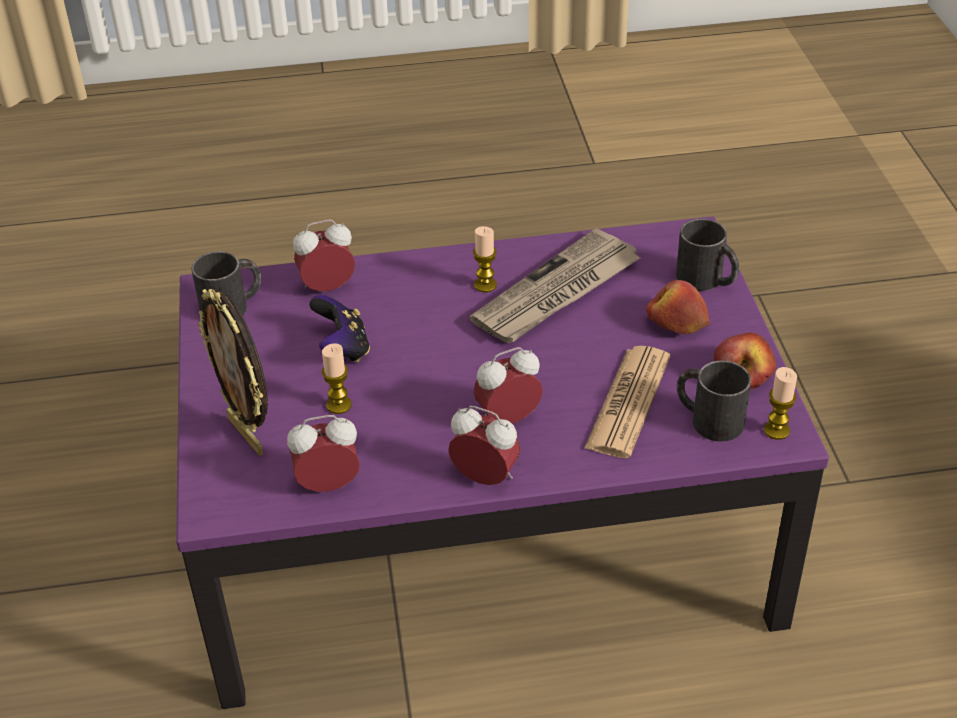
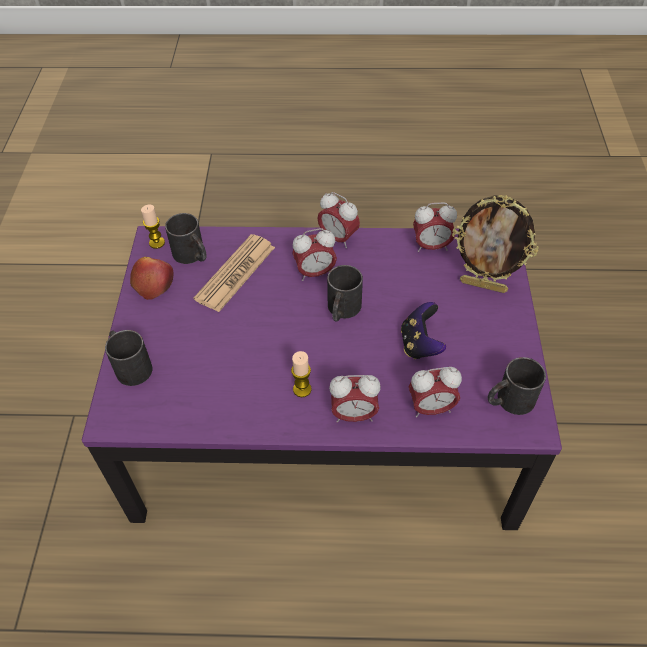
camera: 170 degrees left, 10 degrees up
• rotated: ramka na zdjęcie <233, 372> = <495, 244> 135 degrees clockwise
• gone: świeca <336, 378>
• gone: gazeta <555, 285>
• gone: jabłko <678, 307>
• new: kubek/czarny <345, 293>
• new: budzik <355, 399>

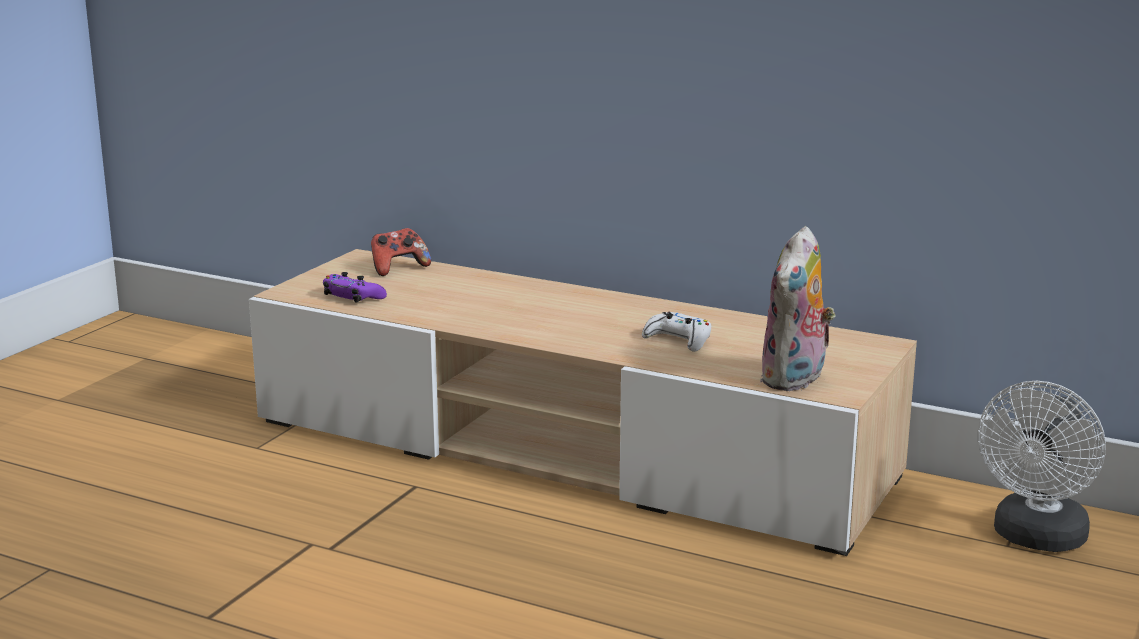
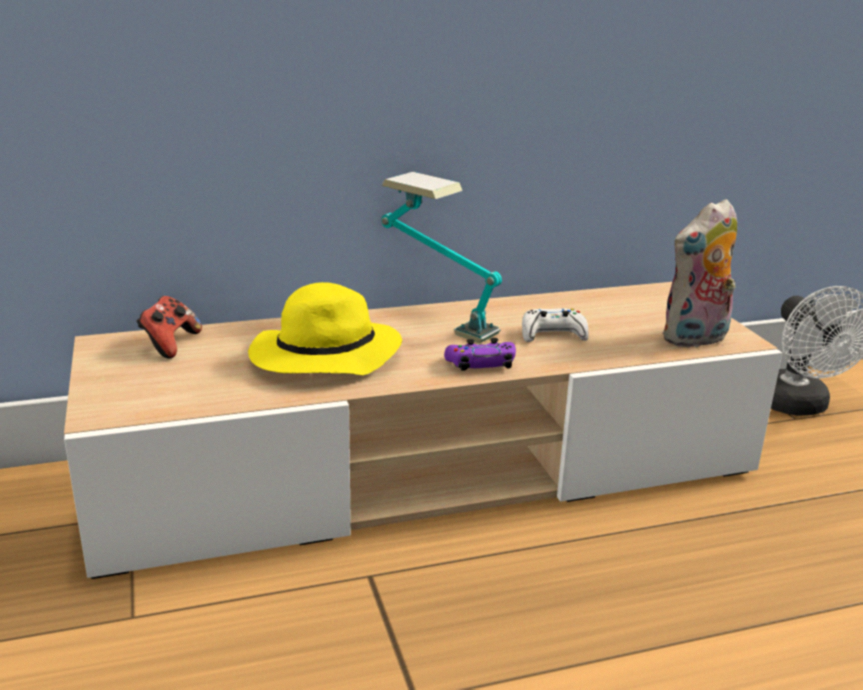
camera: 45 degrees left, 5 degrees up
• shifted: pad do gier/fioletowy <355, 287> to <480, 354>
• rotated: pluszak <797, 308> = <699, 274> 75 degrees clockwise
• new: kapelusz/żółty <325, 328>
• new: lampa stołowa <441, 257>

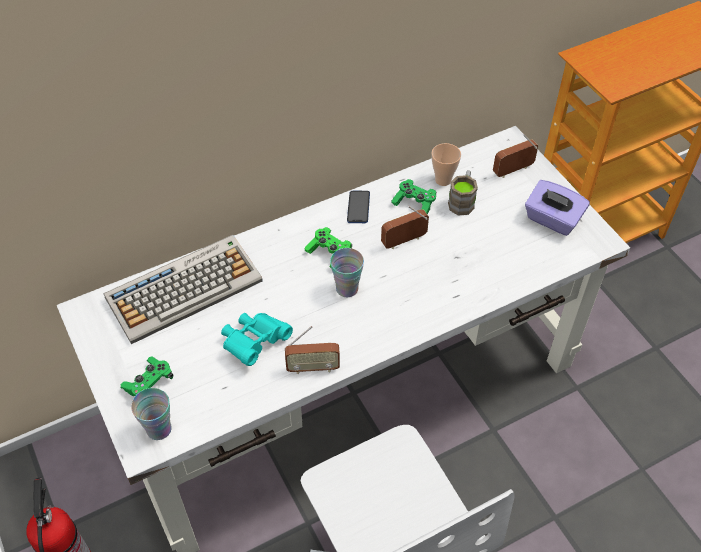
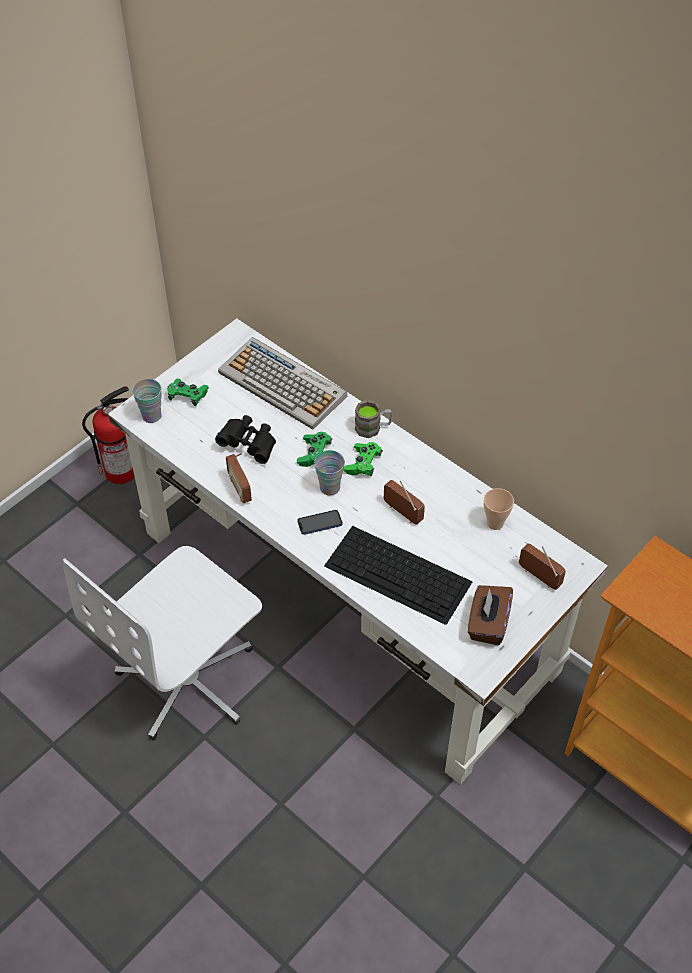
camera: 70 degrees right, 0 degrees up
• repainted: lornetka/turkusowy <257, 339> to lornetka/czarny <245, 439>
• shifted: telefon <358, 207> to <320, 522>
• shifted: pad do gier/zielony <413, 196> to <314, 449>
• shifted: kubek/brązowy <463, 193> to <374, 419>
• repainted: pudełko chusteczek/fioletowy <557, 208> to pudełko chusteczek/brązowy <490, 615>
• new: klawiatura <398, 575>

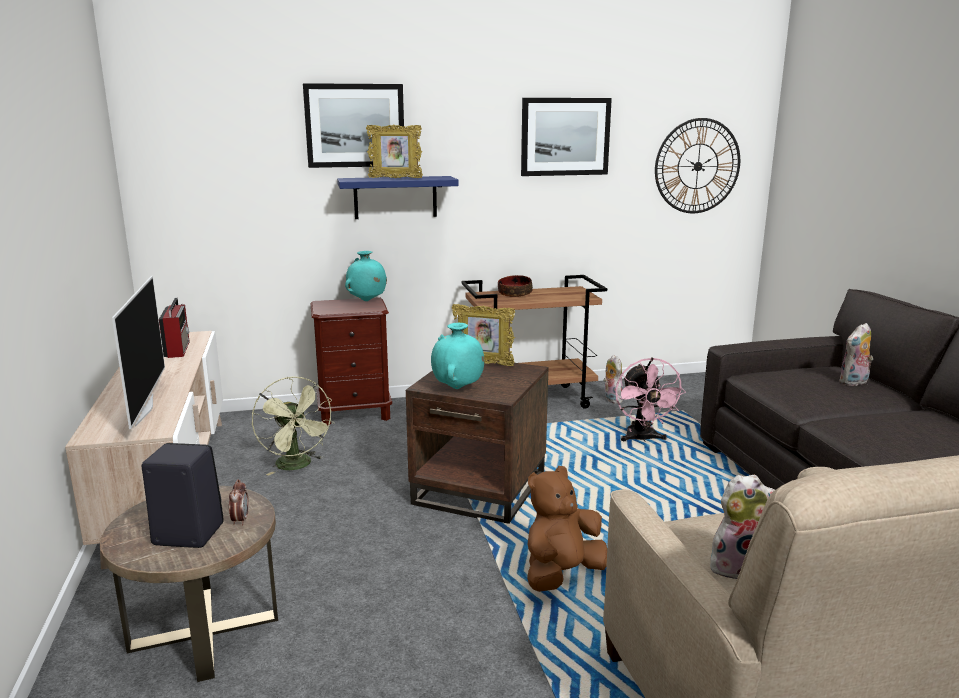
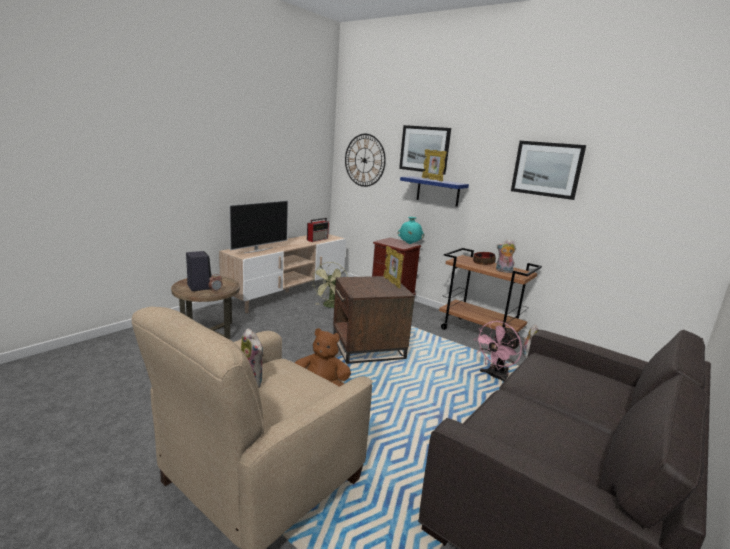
camera: 50 degrees right, 0 degrees up
• gone: wazon/turkusowy <457, 356>
• shifted: zegar ścienny <697, 165> to <365, 160>
• shifted: pluszak <856, 354> to <506, 256>

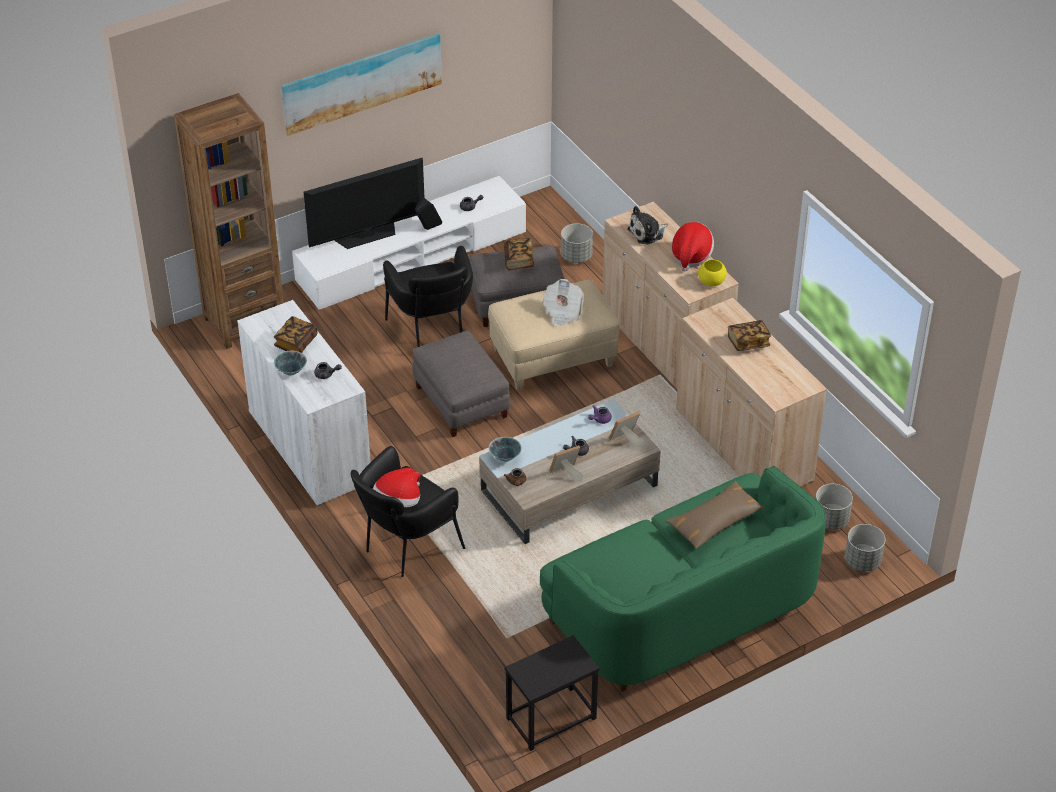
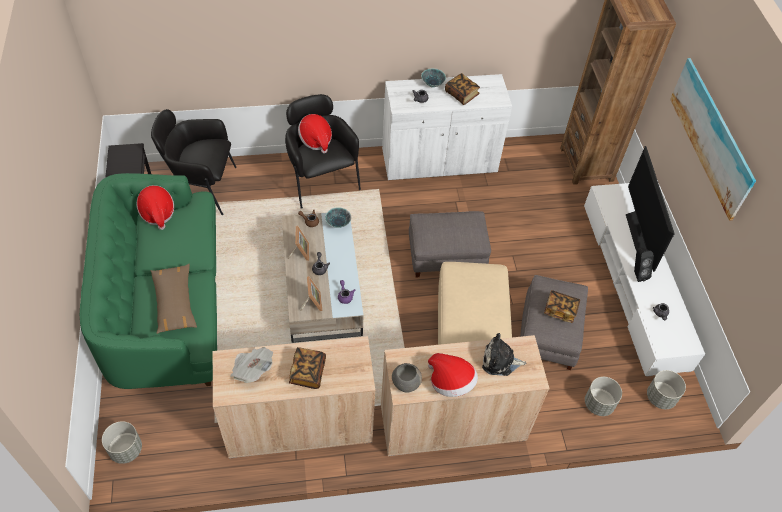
camera: 110 degrees right, 10 degrees up
• shifted: fotel/czarny <428, 296> to <194, 162>
• shifted: gazeta <563, 302> to <251, 365>
• rotated: pluszak <647, 225> = <504, 354> 75 degrees counterclockwise
• repainted: miska/żółty <712, 273> to miska/szary <407, 378>
• shifted: donica/szary <834, 507> to <666, 389>
• new: kapelusz <155, 207>

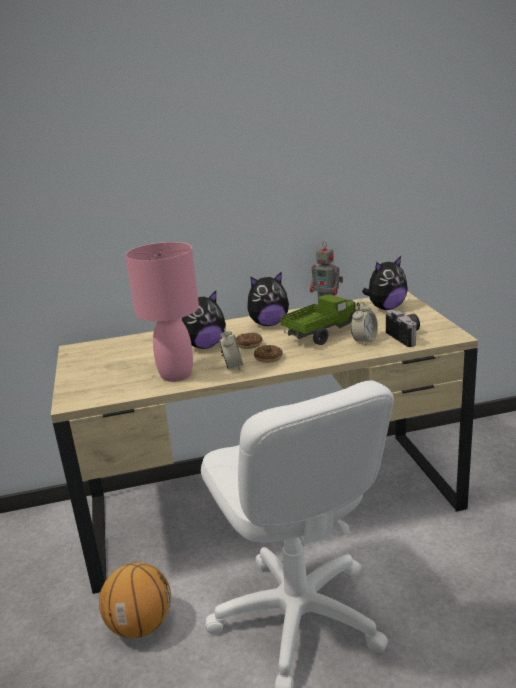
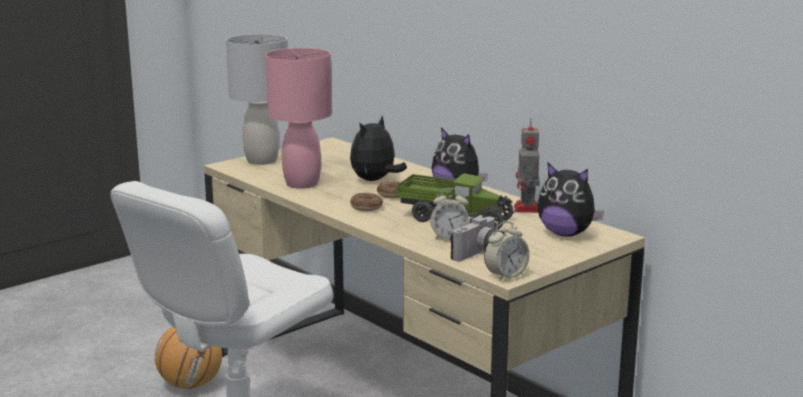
camera: 60 degrees right, 5 degrees down
• rotated: pluszak <204, 320> = <378, 148> 90 degrees clockwise
• shifted: budzik <231, 349> to <506, 251>
• new: lampa stołowa/szary <256, 99>

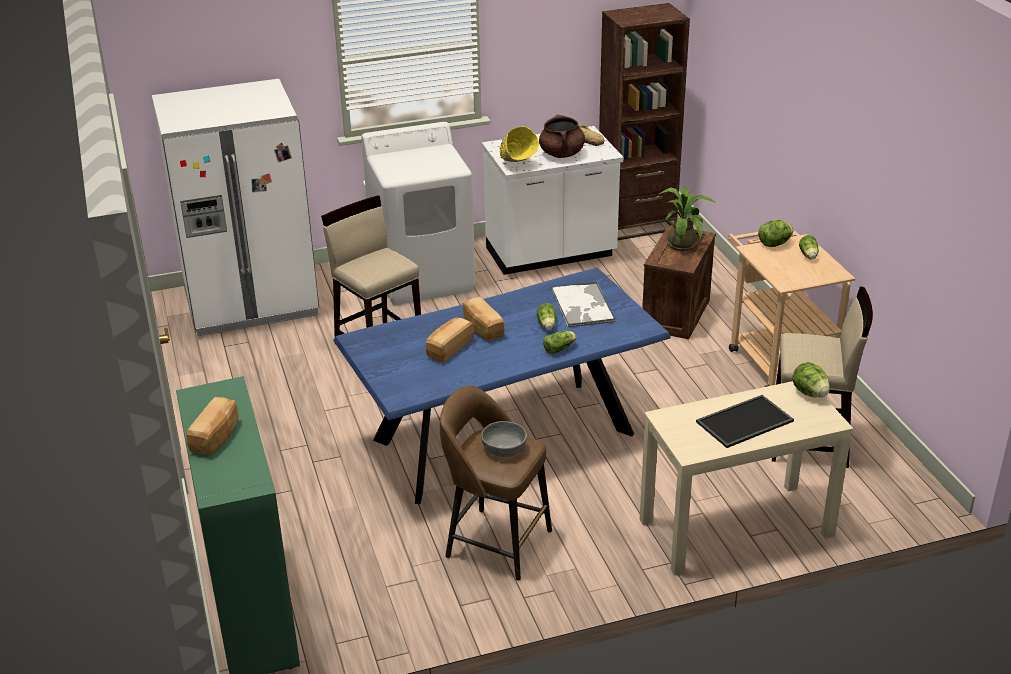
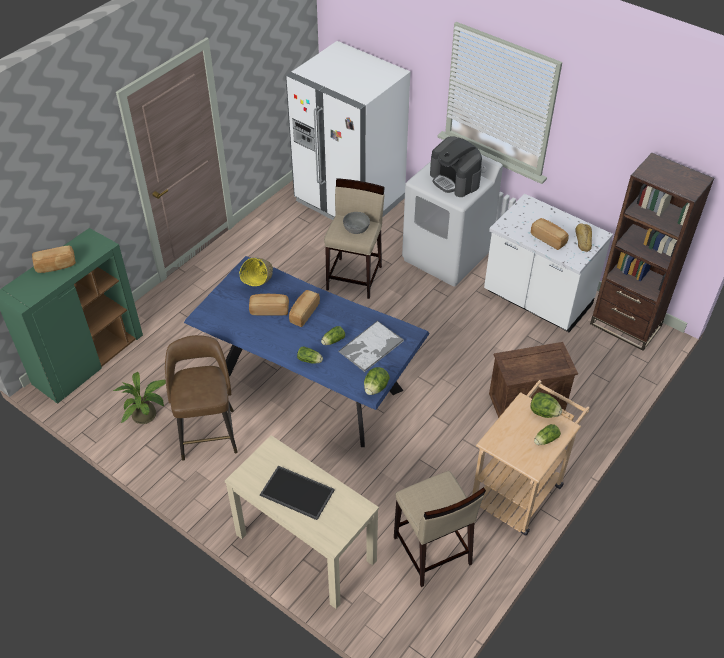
camera: 55 degrees right, 15 degrees up
• shifted: miska/szary <504, 439> to <356, 223>
• shifted: miska/żółty <519, 144> to <256, 272>
• swapped: garnek/brązowy <562, 136> to chleb <550, 234>
• shifted: roślina doniczkowa <687, 219> to <139, 398>
• shifted: sałata <811, 380> to <377, 381>
• new: ekspres do kawy <456, 166>

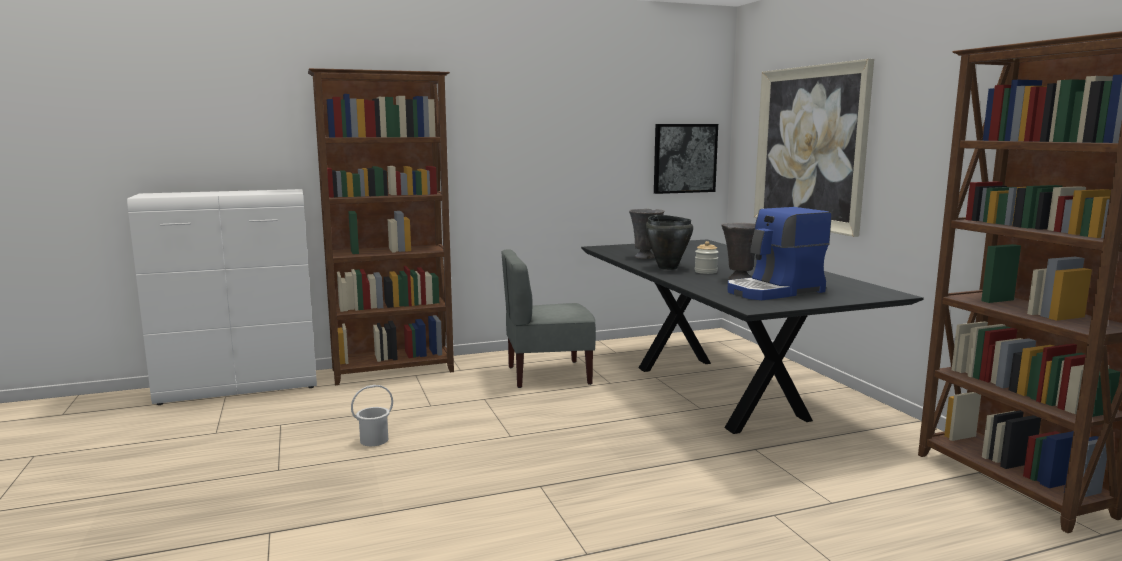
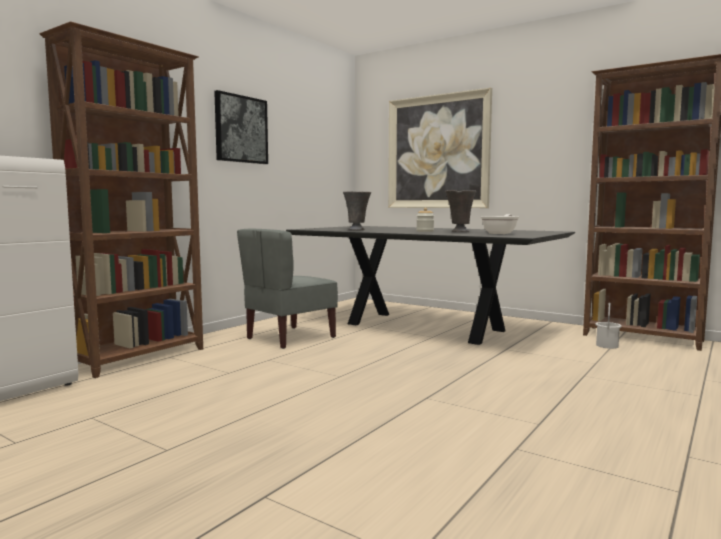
camera: 35 degrees left, 5 degrees down
• shifted: wiadro/biały <372, 415> to <608, 326>
• gone: garnek/czarny <669, 242>
• shifted: obraz <686, 159> to <241, 127>
• swapped: ekspres do kawy <779, 253> to patelnia <500, 224>

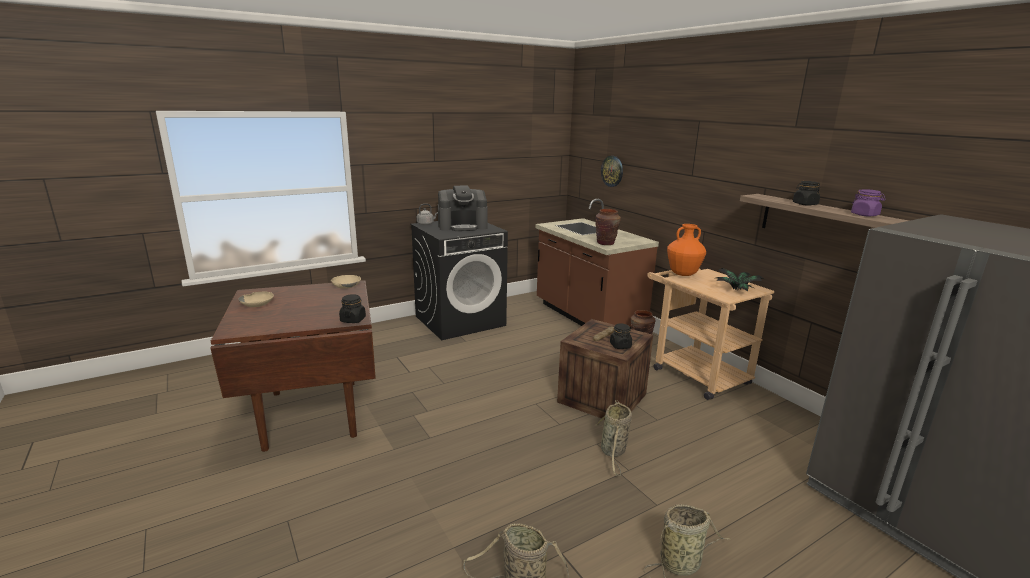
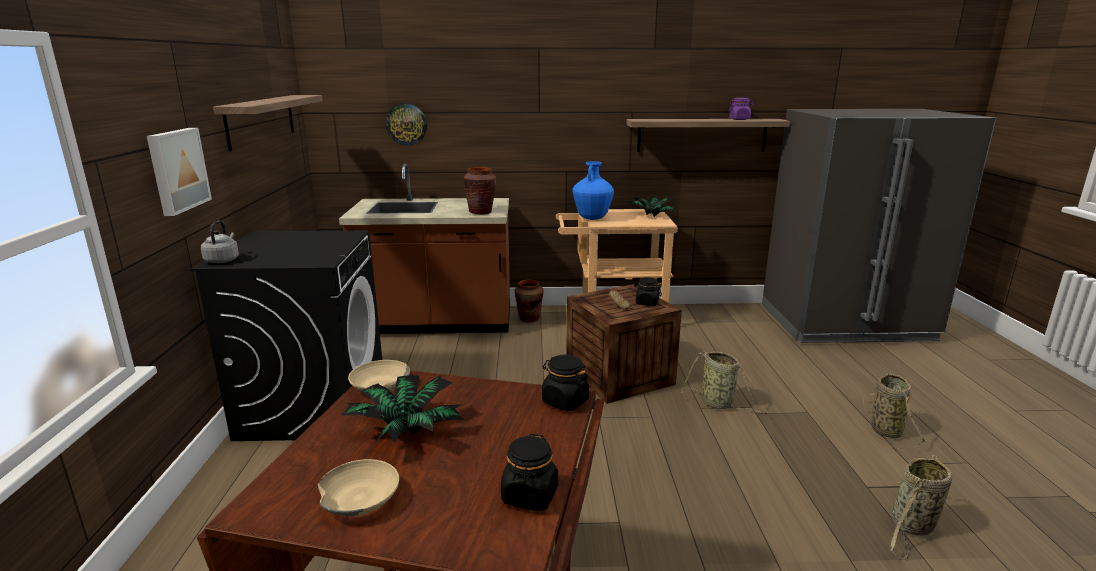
camera: 60 degrees left, 0 degrees up
• gone: ekspres do kawy <463, 208>
• repainted: wazon/pomarańczowy <686, 250> to wazon/niebieski <593, 190>
• shifted: słoik/czarny <806, 193> to <529, 472>
• new: obraz <179, 172>
• new: półka <268, 123>
• new: roślina doniczkowa <402, 409>

